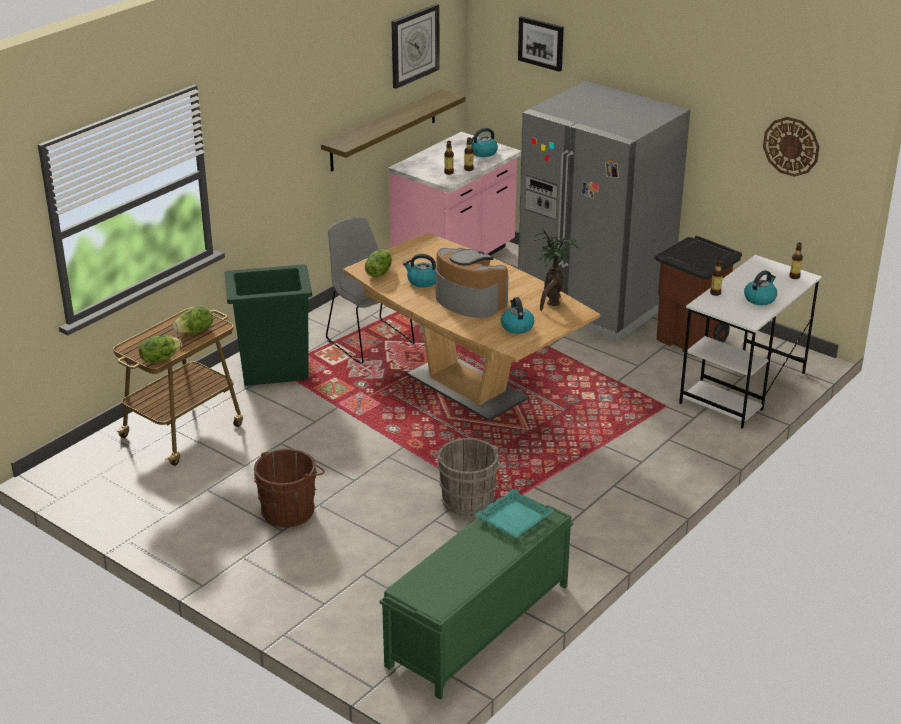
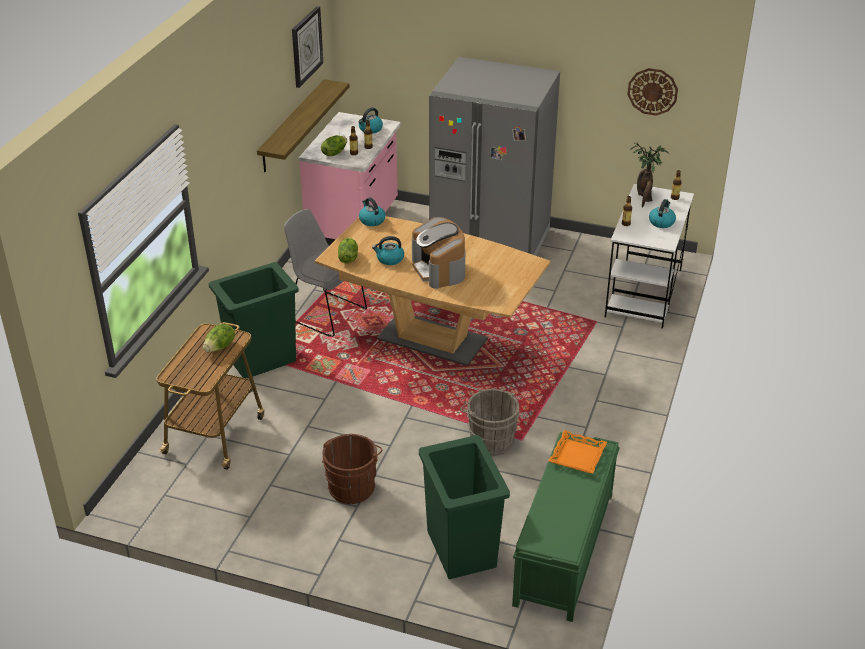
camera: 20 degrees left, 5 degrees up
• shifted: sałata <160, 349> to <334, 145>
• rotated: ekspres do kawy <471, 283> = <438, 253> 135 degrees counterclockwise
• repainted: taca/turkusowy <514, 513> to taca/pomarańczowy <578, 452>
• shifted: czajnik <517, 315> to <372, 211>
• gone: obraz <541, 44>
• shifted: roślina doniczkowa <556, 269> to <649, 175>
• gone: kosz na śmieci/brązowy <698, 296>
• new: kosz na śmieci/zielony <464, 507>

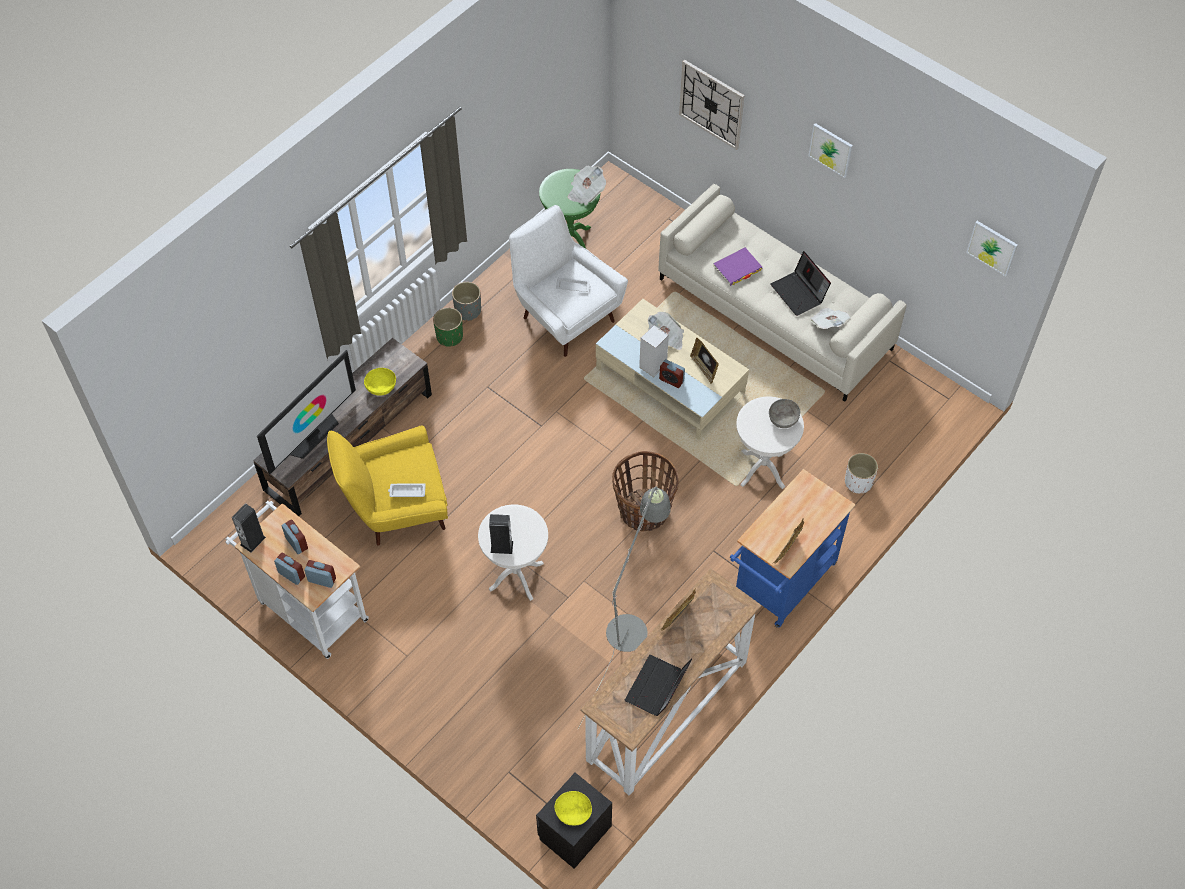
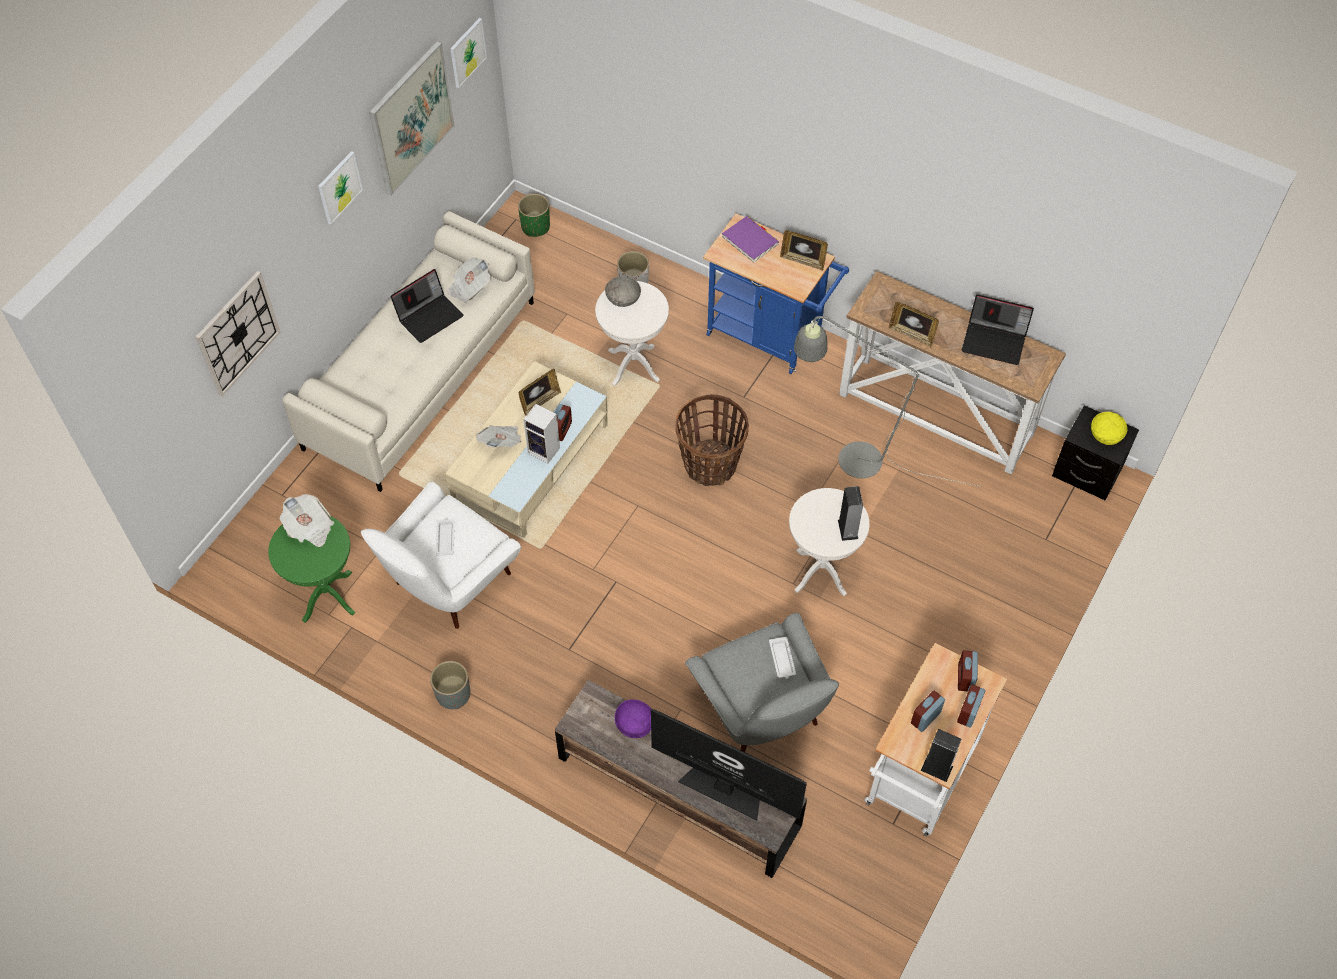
camera: 100 degrees left, 0 degrees up
• repainted: fotel/żółty <387, 485> to fotel/szary <762, 682>
• repainted: miska/żółty <380, 382> to miska/fioletowy <633, 718>
• shifted: donica/zielony <448, 327> to <534, 215>
• shifted: książka/fioletowy <737, 266> to <750, 239>
• new: obraz <412, 118>

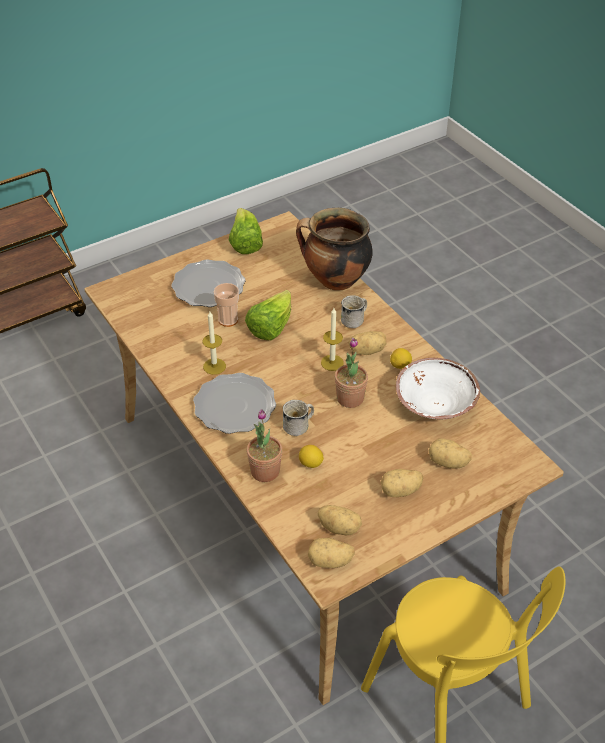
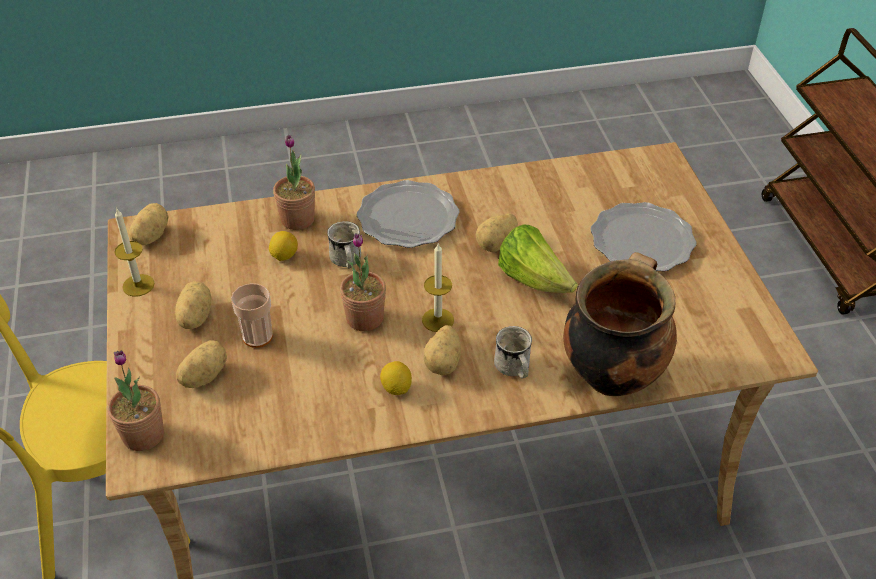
camera: 110 degrees right, 0 degrees up
• shifted: świeca <214, 343> to <134, 253>
• shifted: filiżanka <226, 305> to <252, 315>
• gone: sałata <246, 231>
• shifted: ziemniak <340, 520> to <497, 232>
• gone: miska/biały <438, 388>
• new: roślina doniczkowa <136, 400>

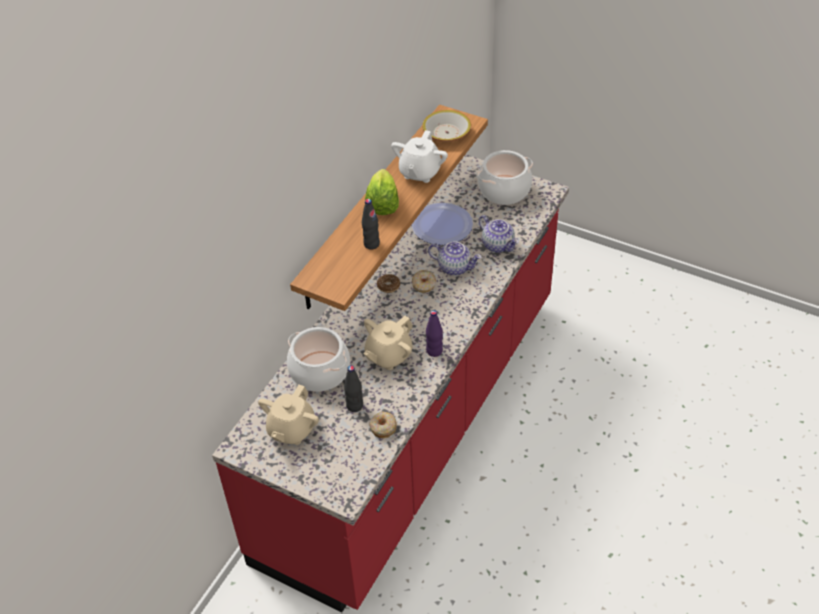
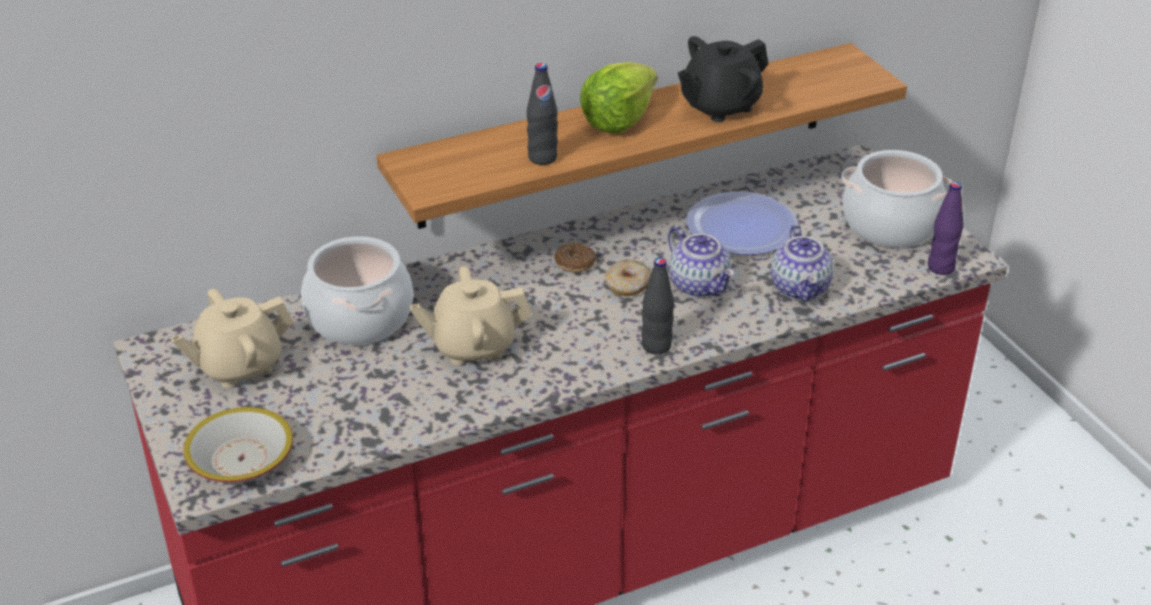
camera: 35 degrees right, 10 degrees down
• shifted: butelka/czarny <353, 388> to <657, 306>
• gone: donut <383, 425>
• repainted: imbryk/biały <419, 156> to imbryk/czarny <723, 79>
• shifted: miska <446, 126> to <238, 444>
• shifted: butelka/fioletowy <434, 333> to <946, 228>

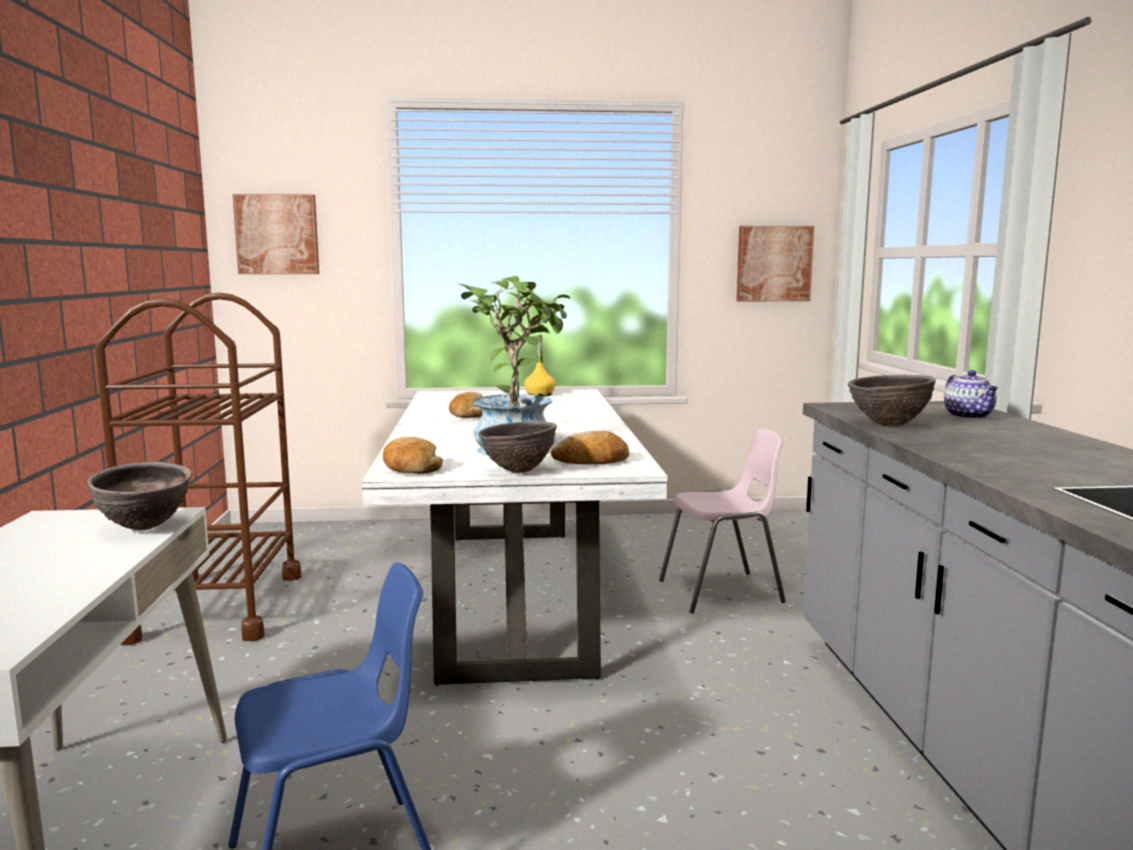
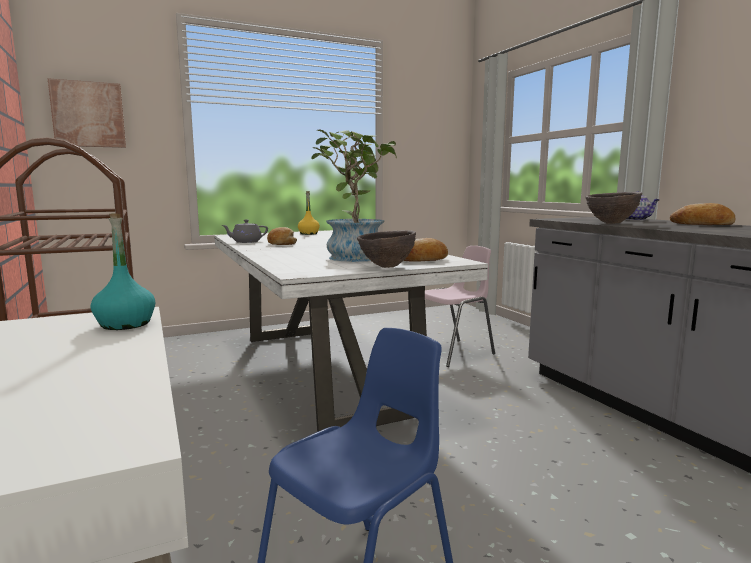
camera: 20 degrees left, 0 degrees up
• swapped: miska/brązowy <139, 496> to butelka/turkusowy <123, 271>
• shifted: chleb <413, 455> to <703, 214>
• gone: obraz <775, 263>
• new: imbryk/szary <244, 231>

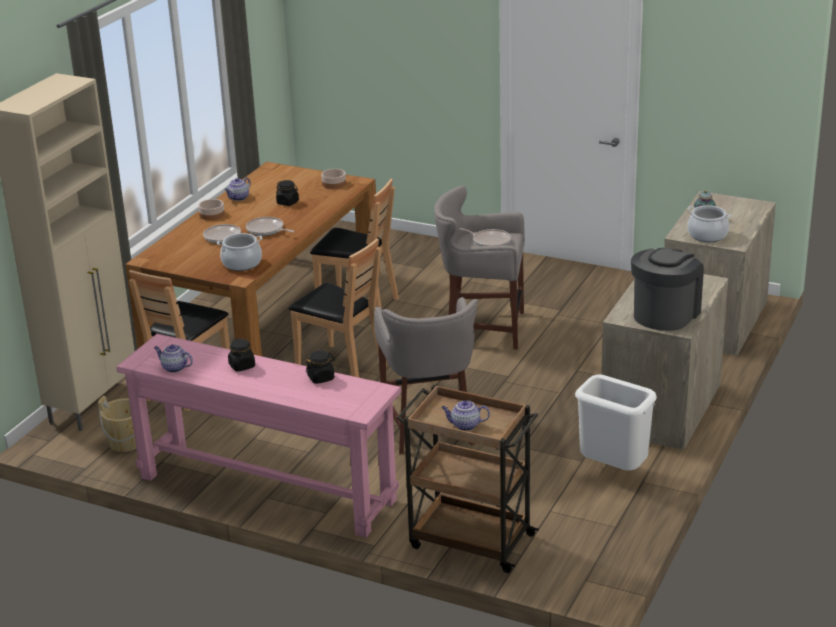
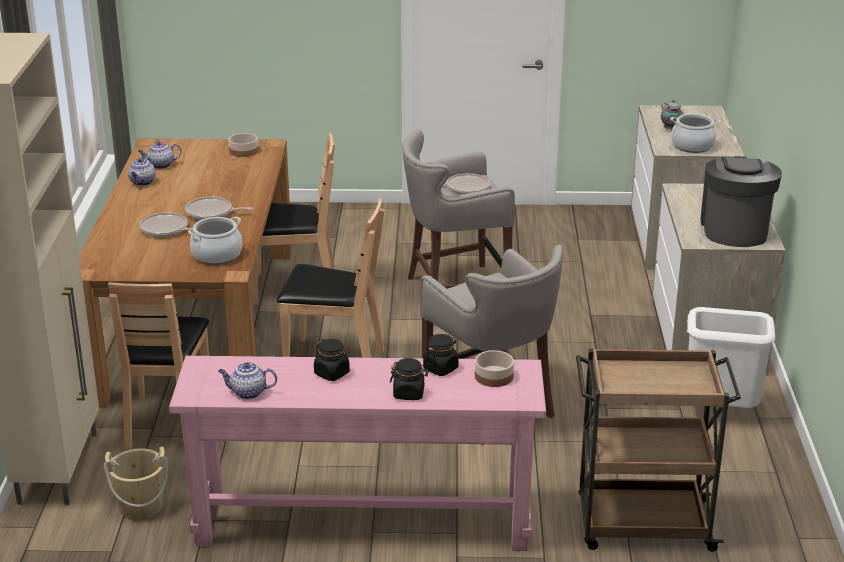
camera: 25 degrees left, 0 degrees up
• shifted: miska <211, 209> to <494, 368>
• shifted: słoik/czarny <287, 193> to <409, 379>
• shifted: imbryk <465, 415> to <160, 155>

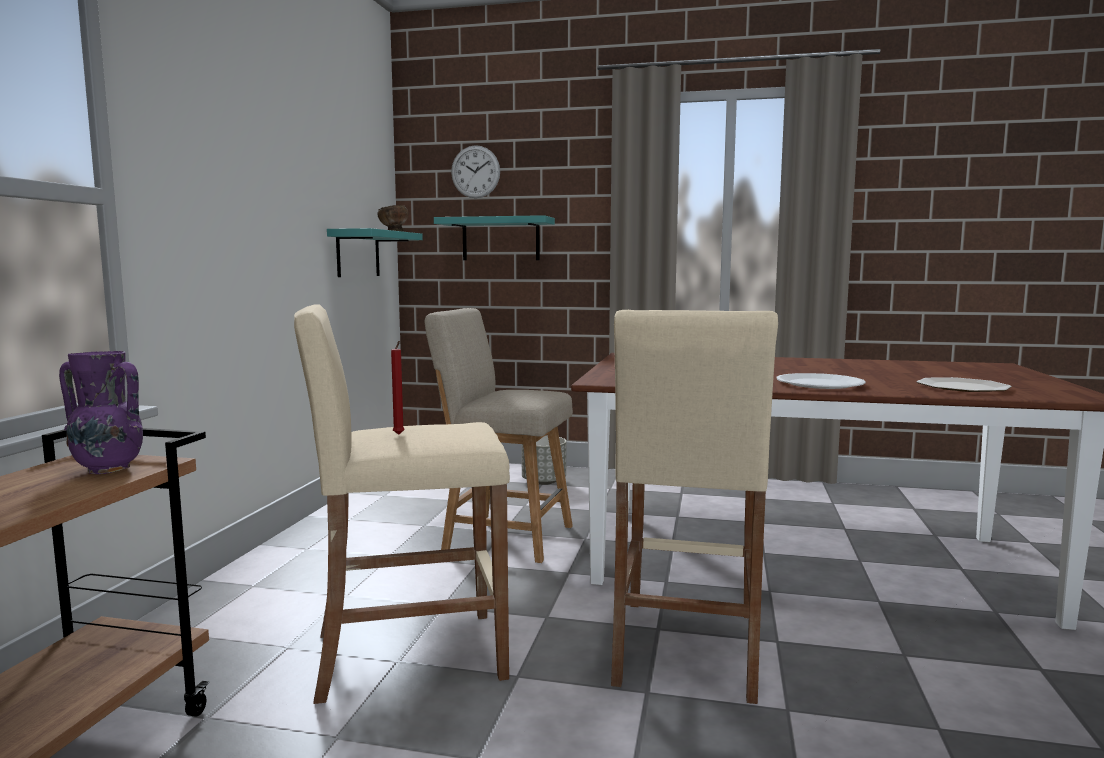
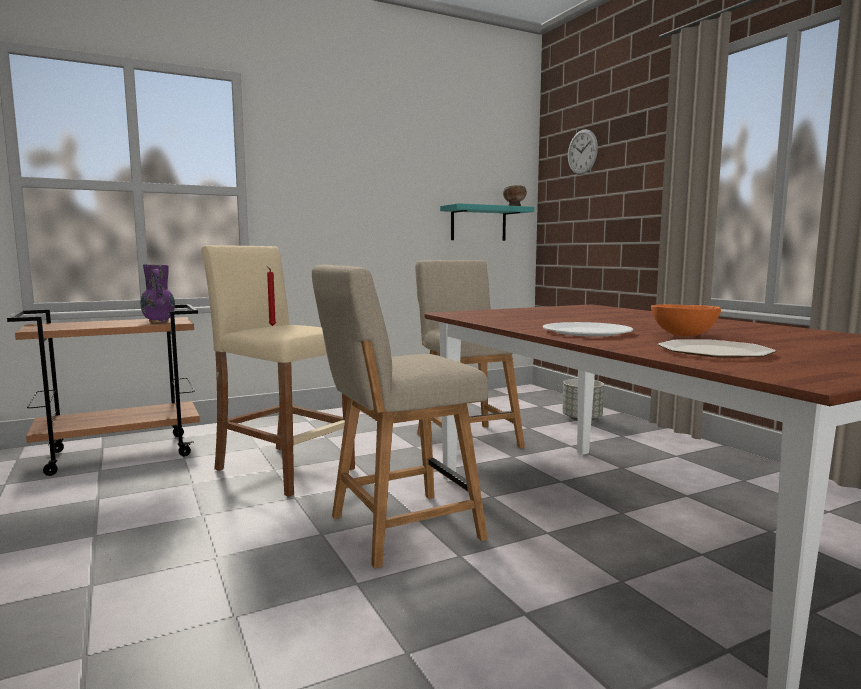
camera: 50 degrees right, 0 degrees up
• gone: półka/turkusowy <494, 237>
• swapped: stołek/beżowy <694, 507> to krzesło/beżowy <400, 417>
• new: miska/pomarańczowy <686, 320>

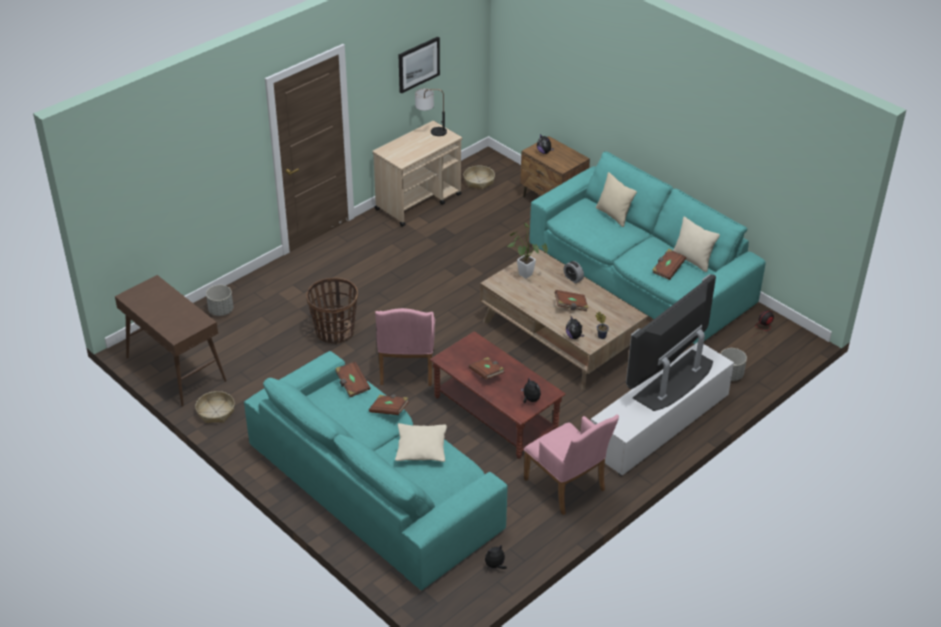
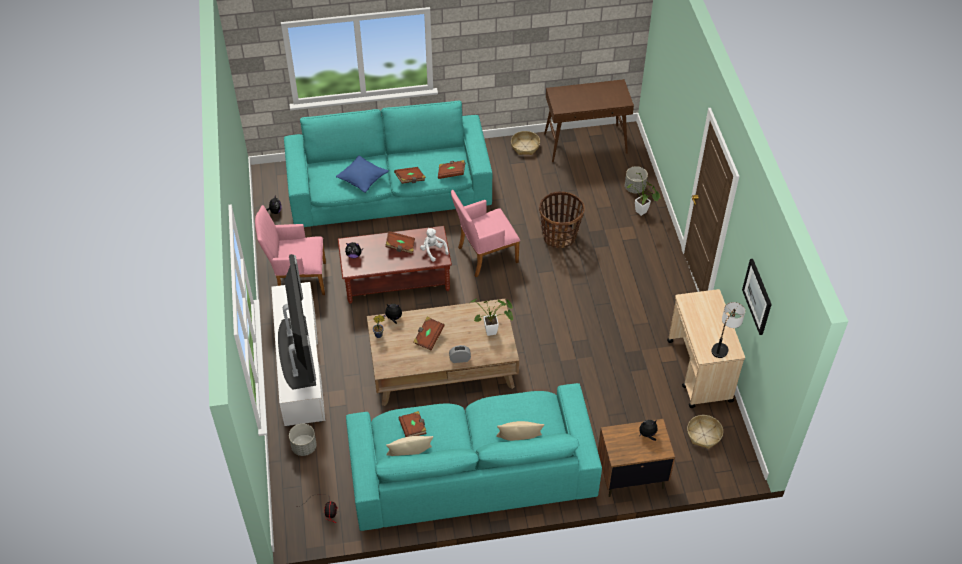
camera: 125 degrees right, 10 degrees up
• rotated: fotel/różowy <405, 347> = <485, 233> 60 degrees counterclockwise
• repainted: poduszka/beżowy <421, 442> to poduszka/niebieski <362, 174>
• new: pluszak/biały <434, 245>
• new: roślina doniczkowa <644, 194>

